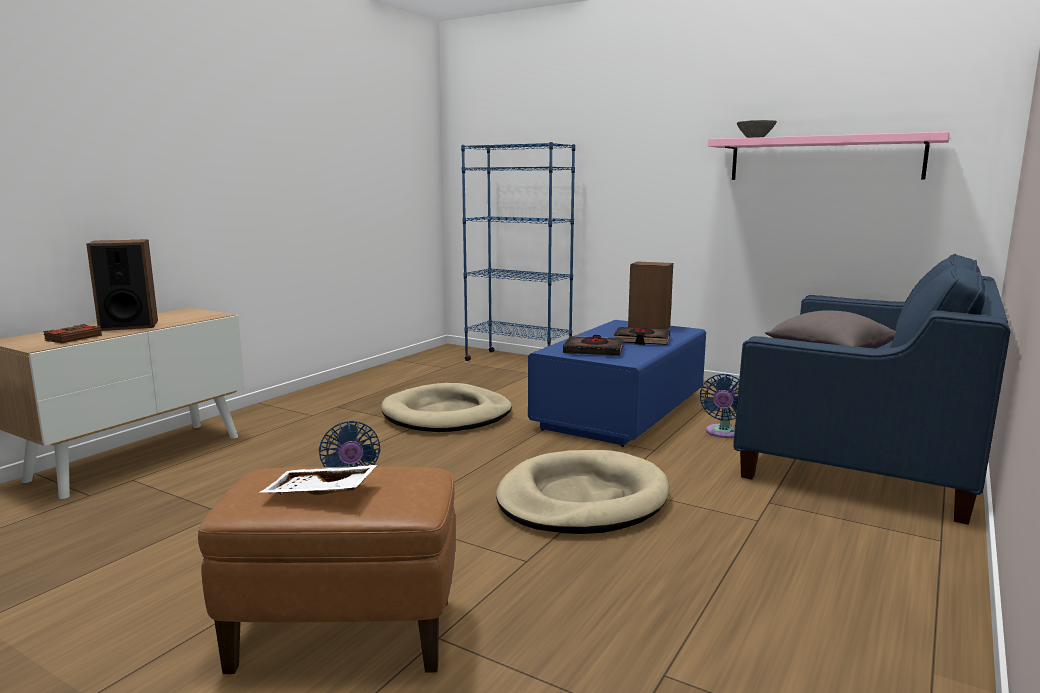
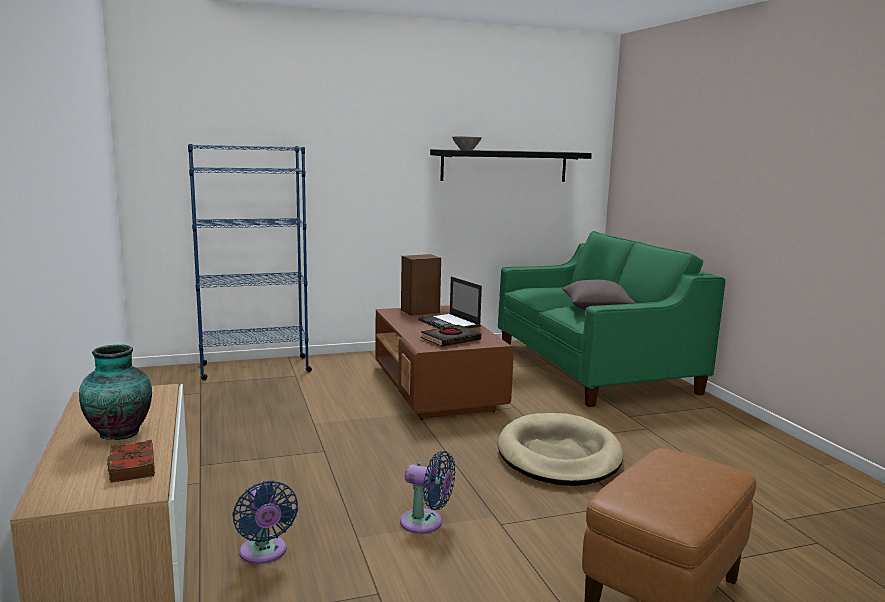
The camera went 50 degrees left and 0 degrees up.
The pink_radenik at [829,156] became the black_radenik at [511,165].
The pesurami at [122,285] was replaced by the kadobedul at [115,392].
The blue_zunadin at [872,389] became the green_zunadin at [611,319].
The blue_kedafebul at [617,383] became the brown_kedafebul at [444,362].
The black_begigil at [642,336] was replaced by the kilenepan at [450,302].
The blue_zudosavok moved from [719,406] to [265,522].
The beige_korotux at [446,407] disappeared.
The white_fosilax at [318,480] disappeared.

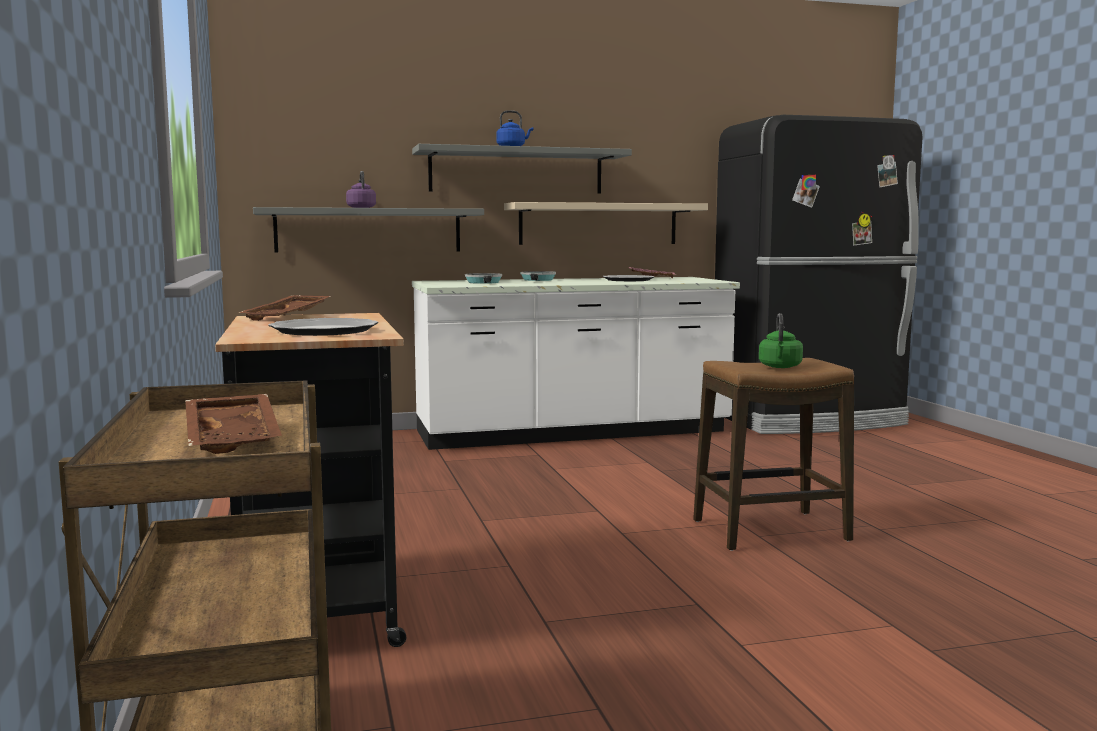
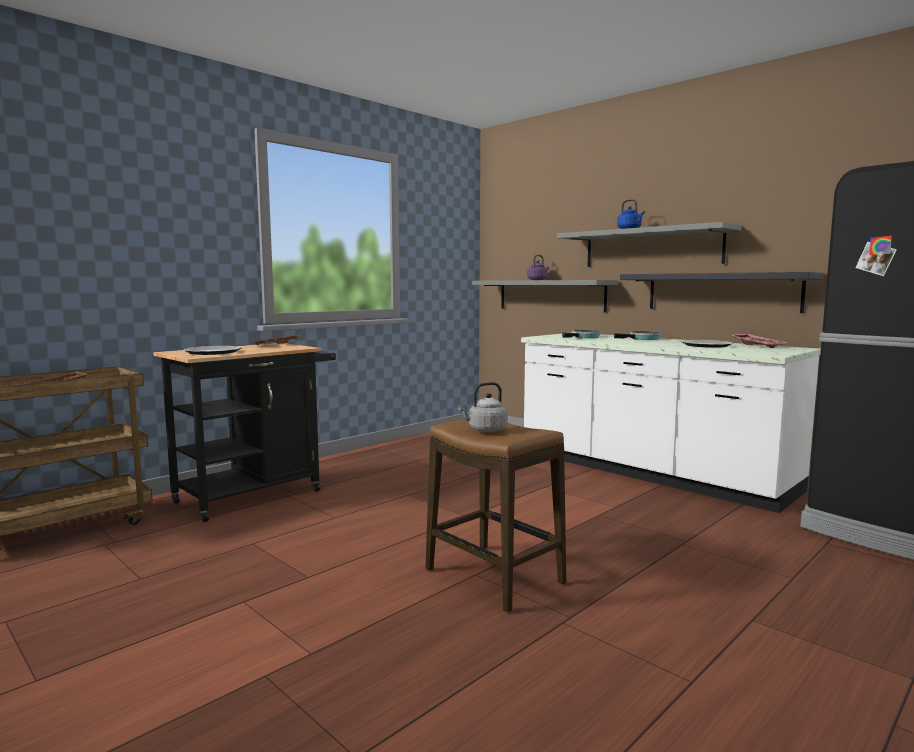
The camera went 60 degrees right and 0 degrees up.
The beige_radenik at [606,223] became the black_radenik at [722,292].
The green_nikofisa at [781,340] became the grey_nikofisa at [483,407].

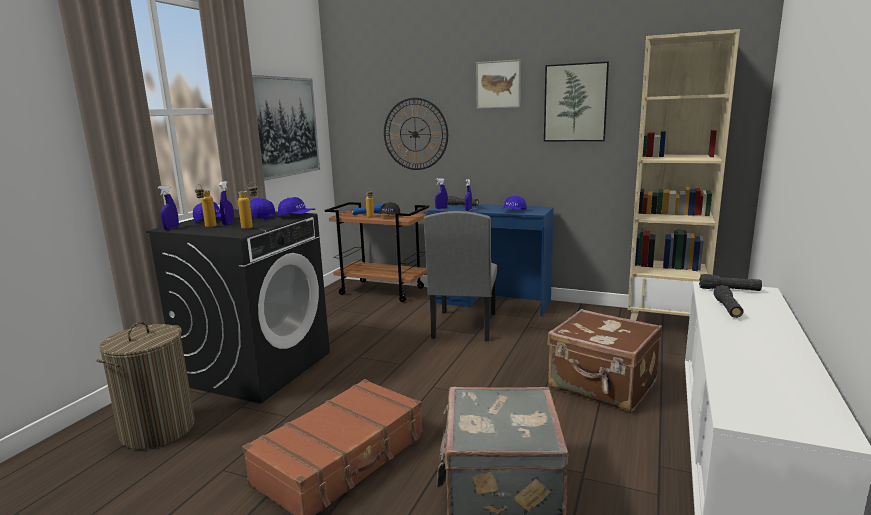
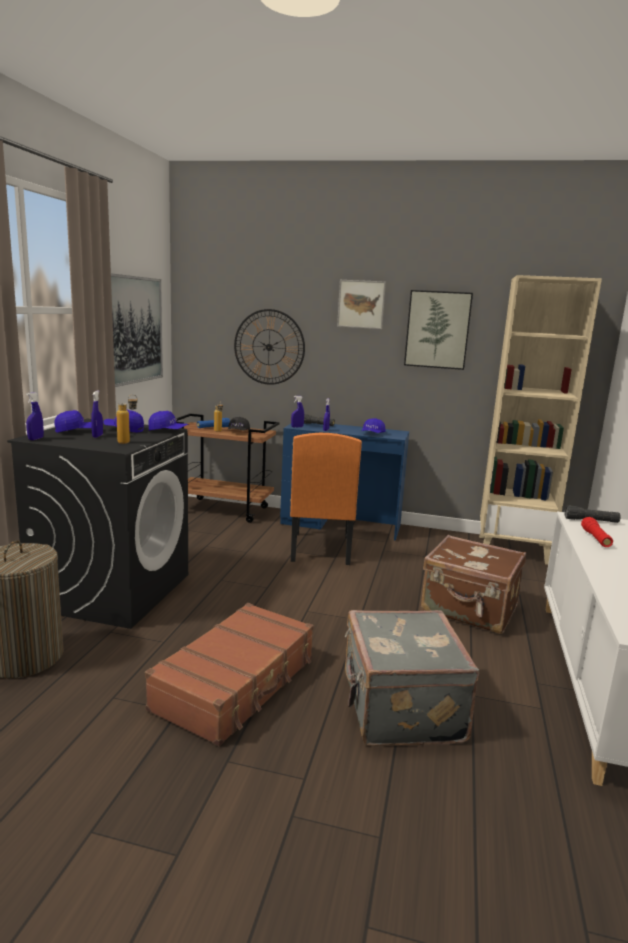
The camera went 10 degrees left and 0 degrees up.
The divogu at [206,205] disappeared.
The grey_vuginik at [460,276] became the orange_vuginik at [326,499].
The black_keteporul at [728,301] became the red_keteporul at [597,532].

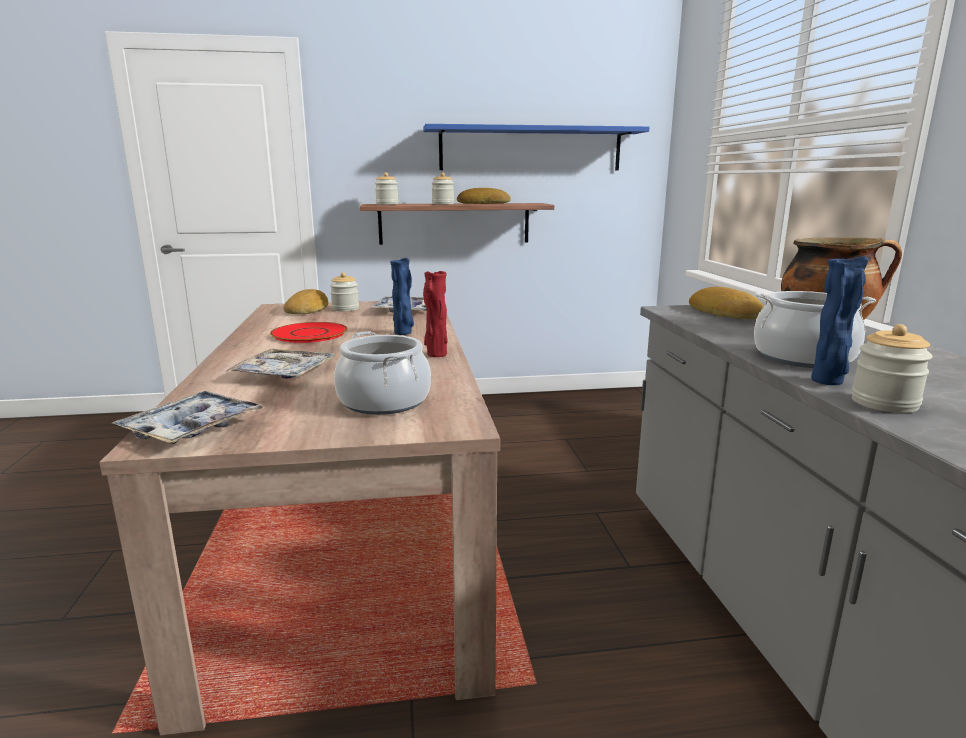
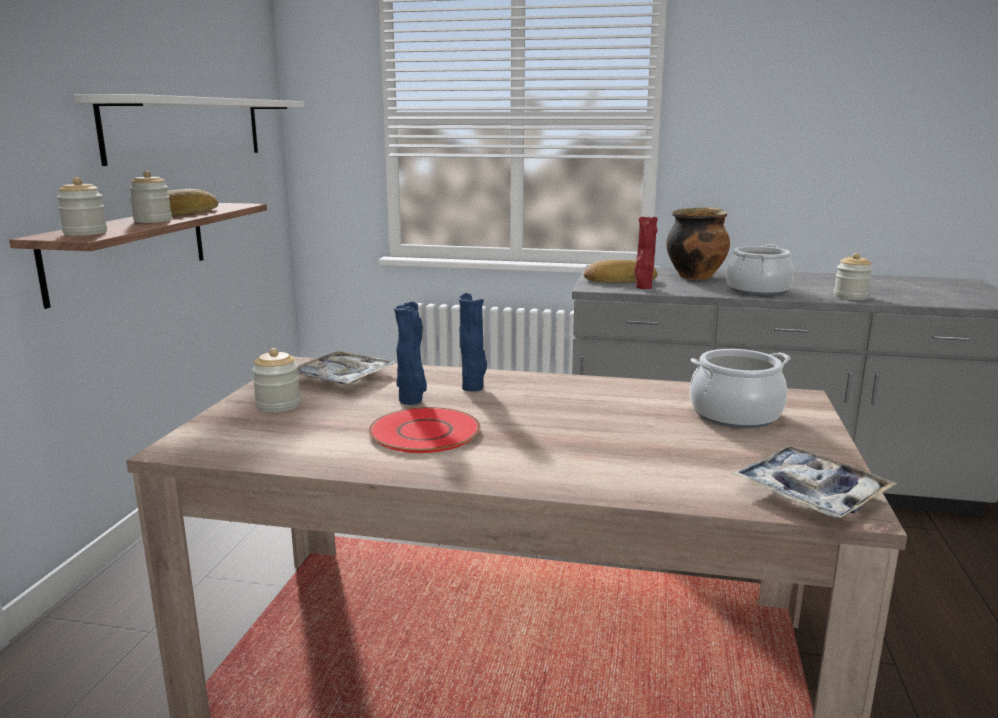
The camera went 70 degrees left and 0 degrees up.
The blue_radenik at [536,147] became the white_radenik at [189,130].
The blue_kadobedul moved from [839,320] to [410,353].
The red_kadobedul moved from [435,314] to [646,253].
The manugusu at [305,301] disappeared.
The fosilax at [280,364] disappeared.

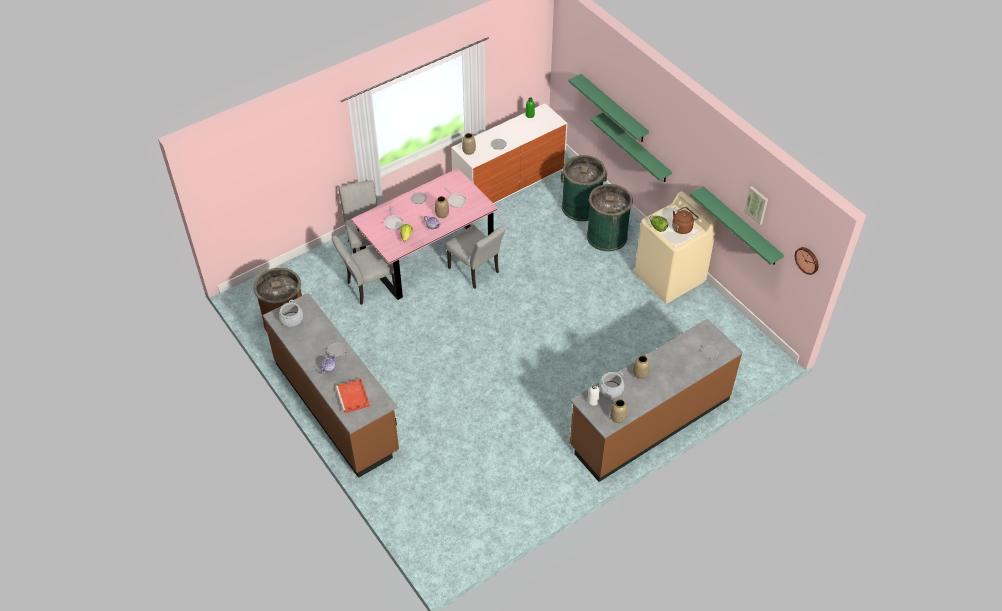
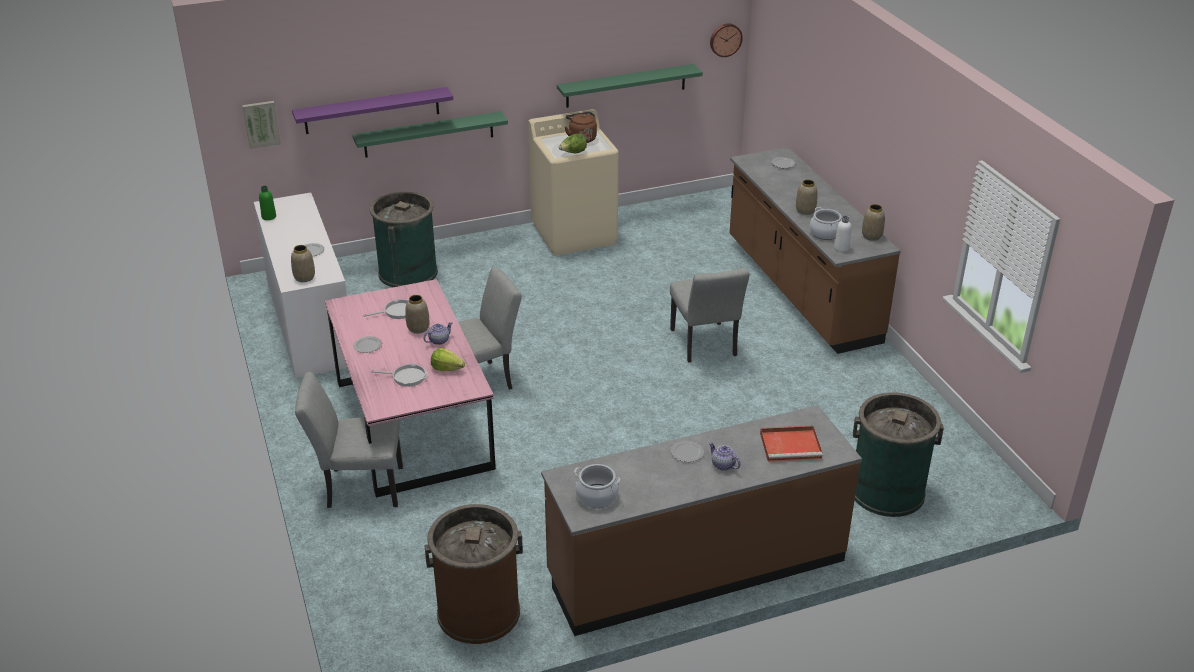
The camera went 75 degrees left and 15 degrees down.
The green_radenik at [609,108] became the purple_radenik at [372,110].
The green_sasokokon moved from [610,218] to [898,454].
The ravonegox moved from [756,205] to [261,125].
The grey_vuginik moved from [364,270] to [710,315].

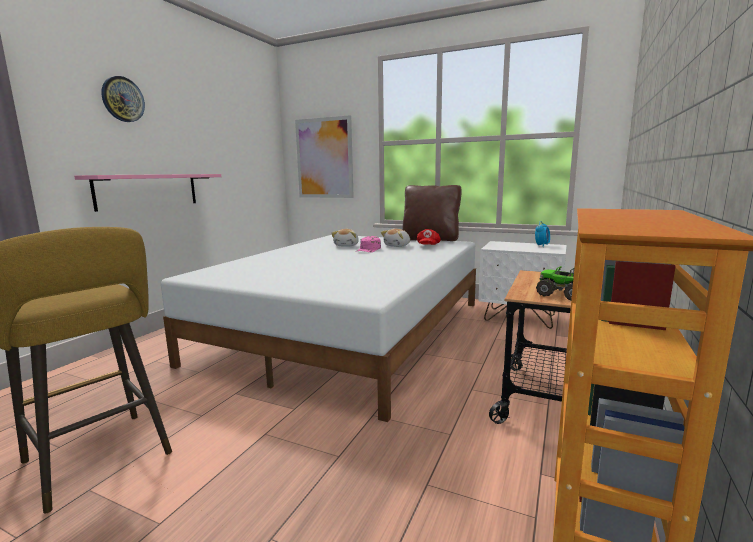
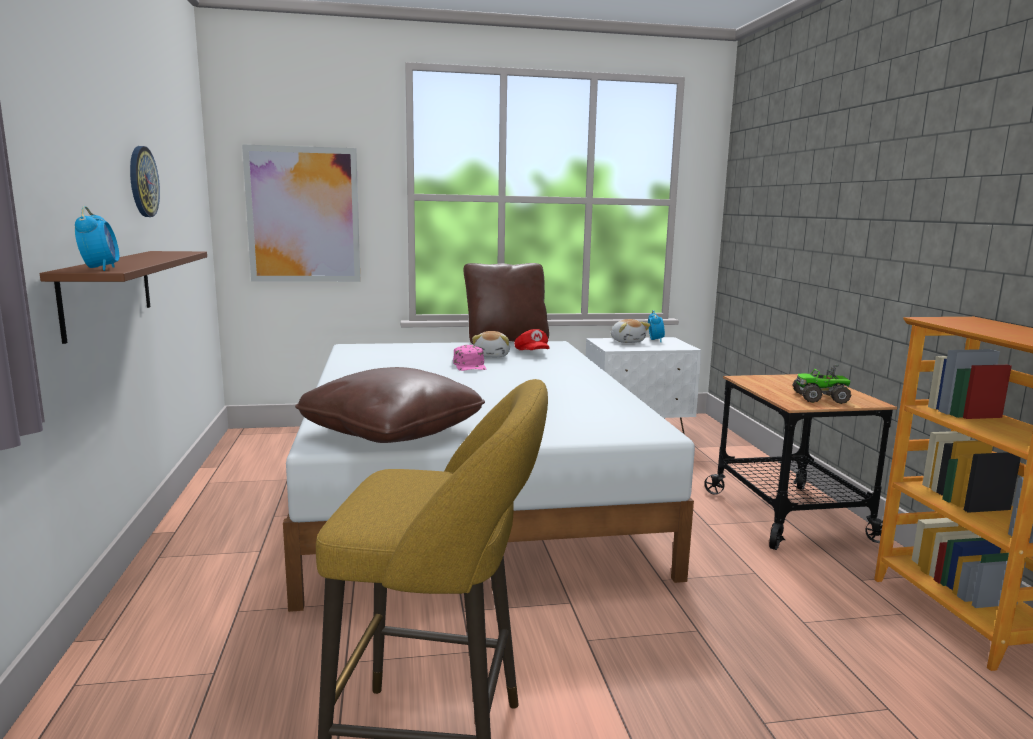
The camera went 35 degrees left and 0 degrees up.
The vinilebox moved from [123,99] to [145,181].
The pink_radenik at [148,193] became the brown_radenik at [123,297].
The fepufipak moved from [345,238] to [630,331].
The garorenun at [97,238] appeared.
The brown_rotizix at [390,405] appeared.

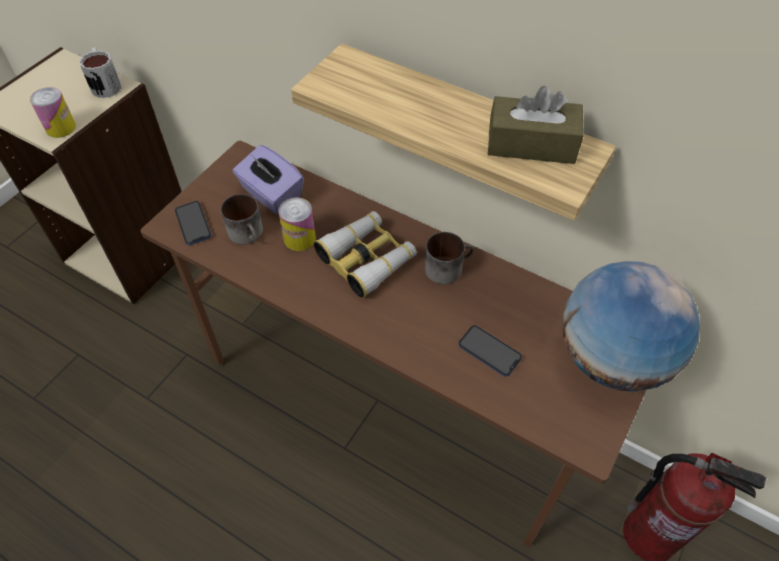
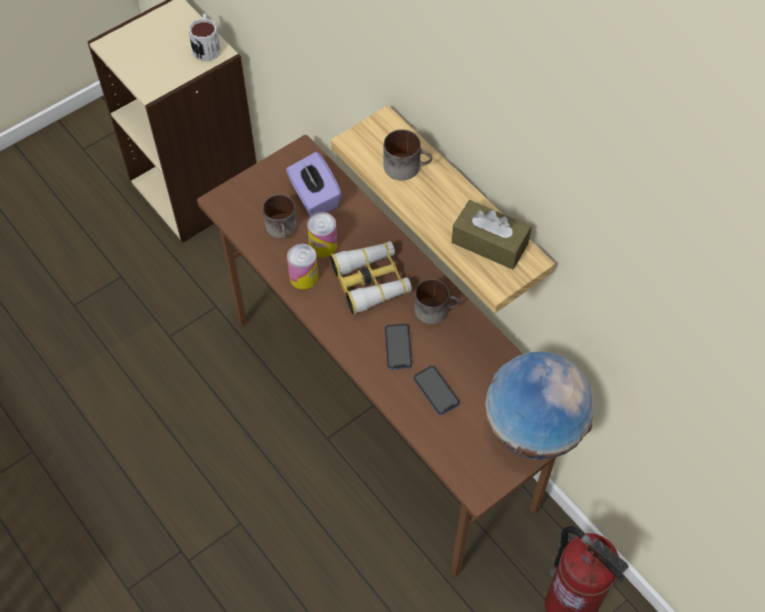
The camera went 20 degrees right and 5 degrees up.
The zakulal moved from [53,112] to [302,267].
The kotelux moved from [193,223] to [398,347].
The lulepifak at [408,154] appeared.

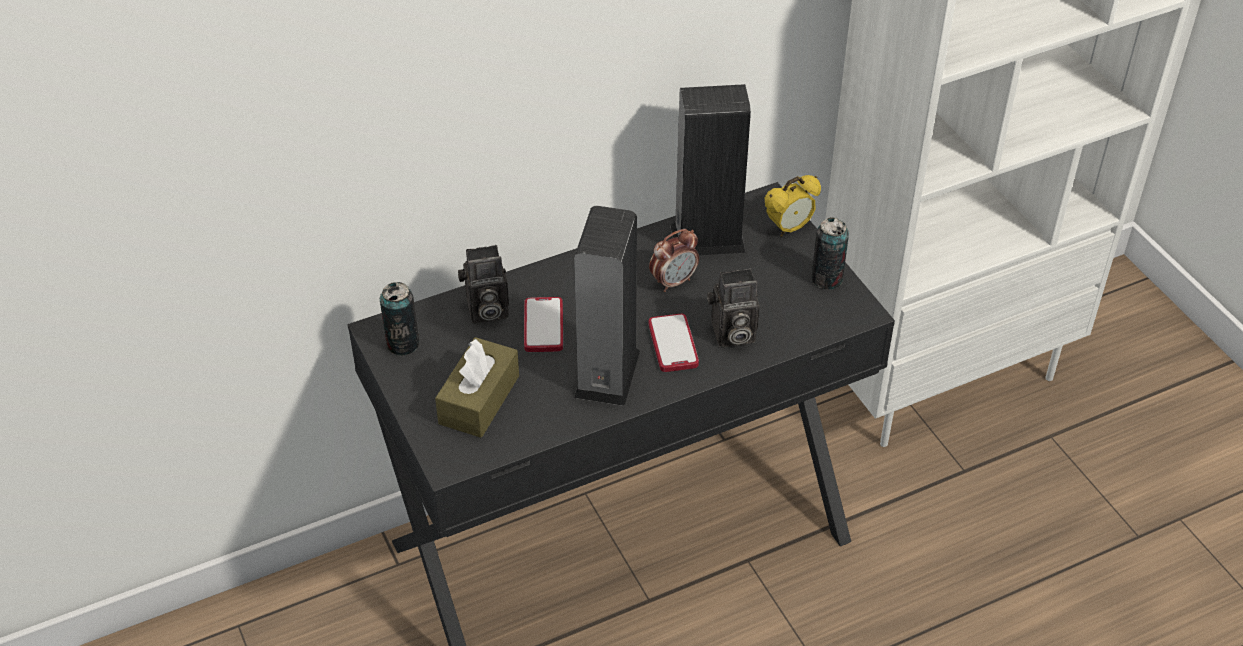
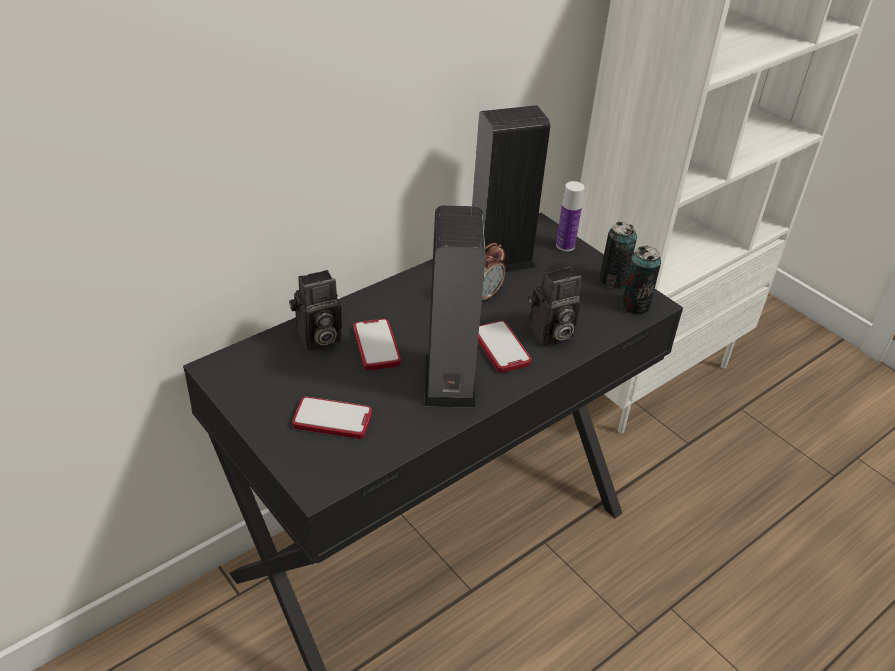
The camera went 15 degrees left and 5 degrees down.
The garorenun at [793,206] was replaced by the divogu at [570,216].
The zakulal moved from [399,318] to [641,280].
The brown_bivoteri at [477,387] was replaced by the kotelux at [332,418].

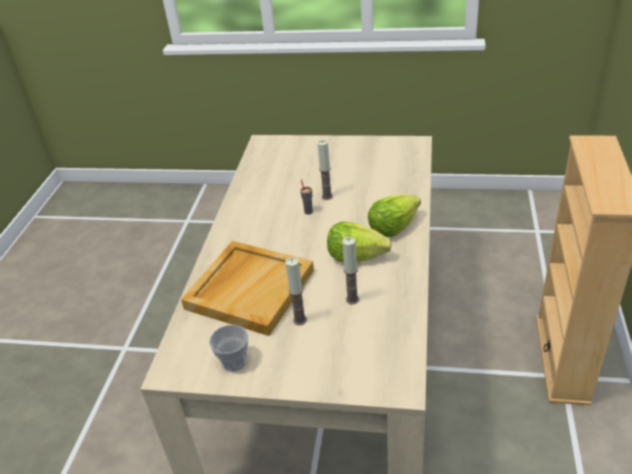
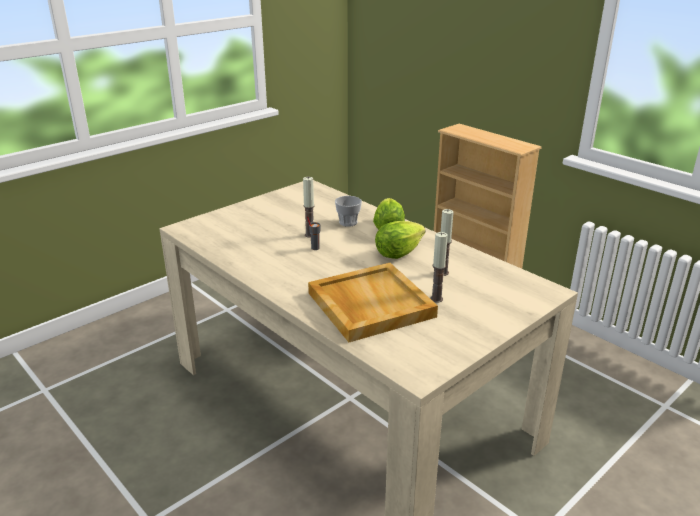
The camera went 55 degrees left and 10 degrees down.
The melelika moved from [228,348] to [348,211].

